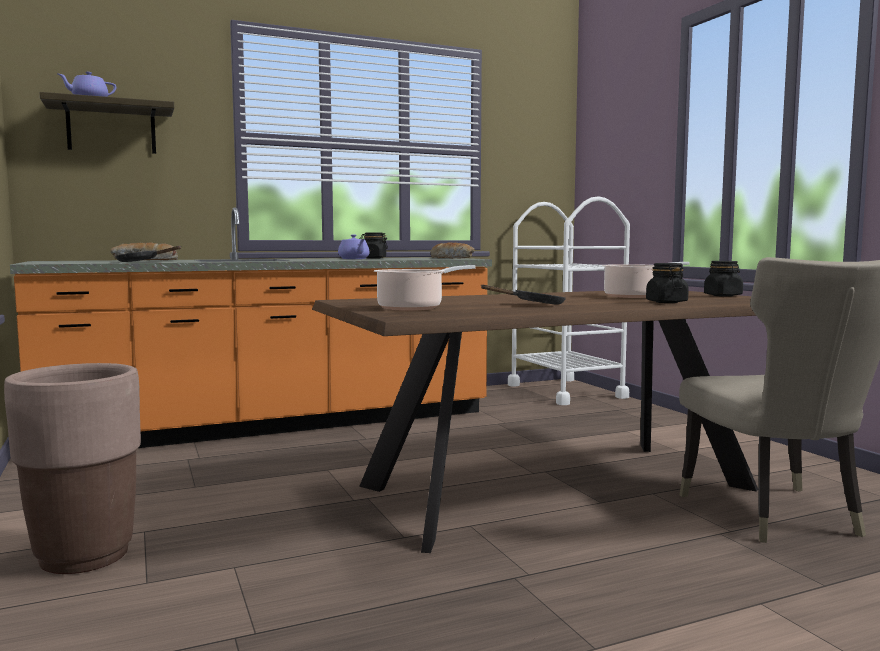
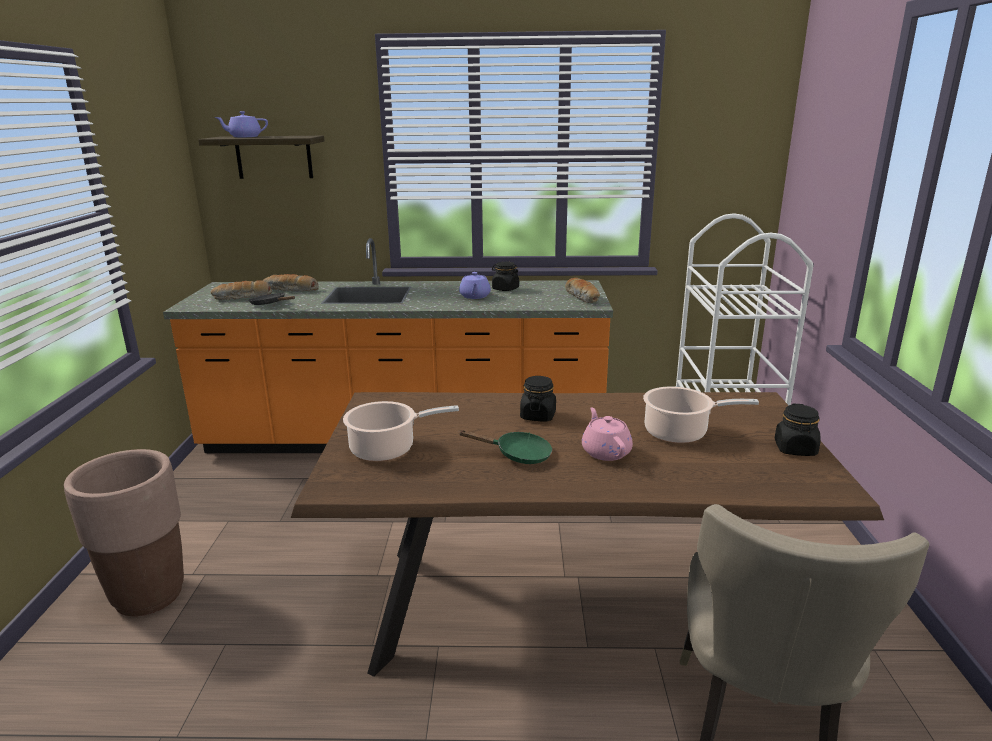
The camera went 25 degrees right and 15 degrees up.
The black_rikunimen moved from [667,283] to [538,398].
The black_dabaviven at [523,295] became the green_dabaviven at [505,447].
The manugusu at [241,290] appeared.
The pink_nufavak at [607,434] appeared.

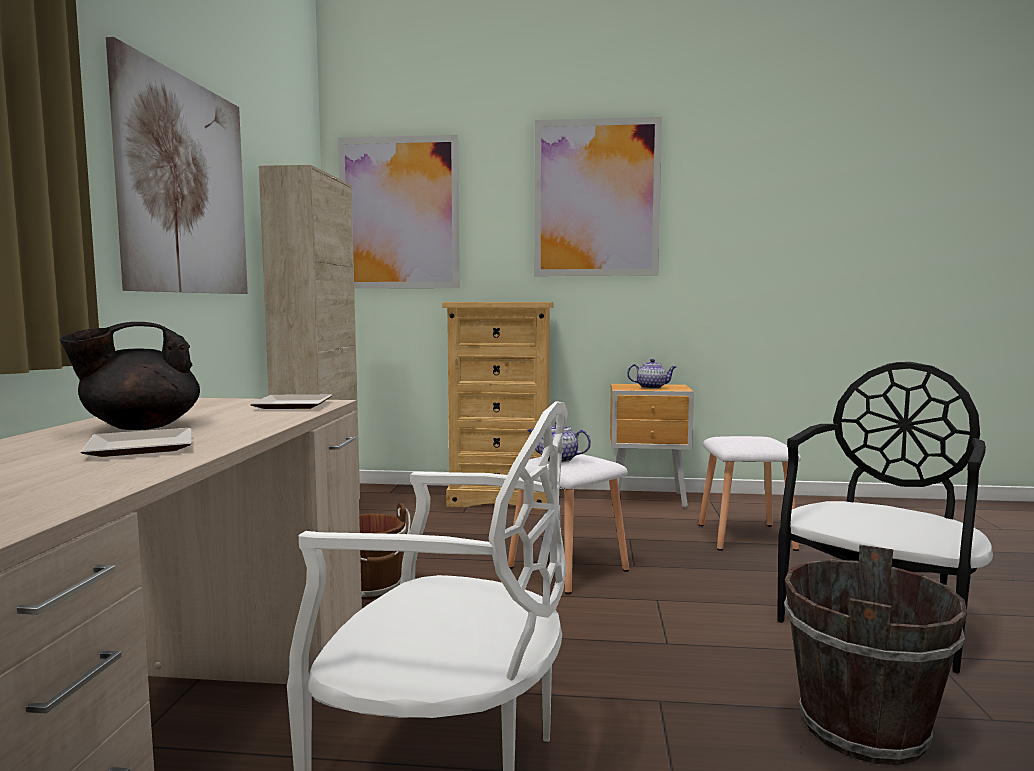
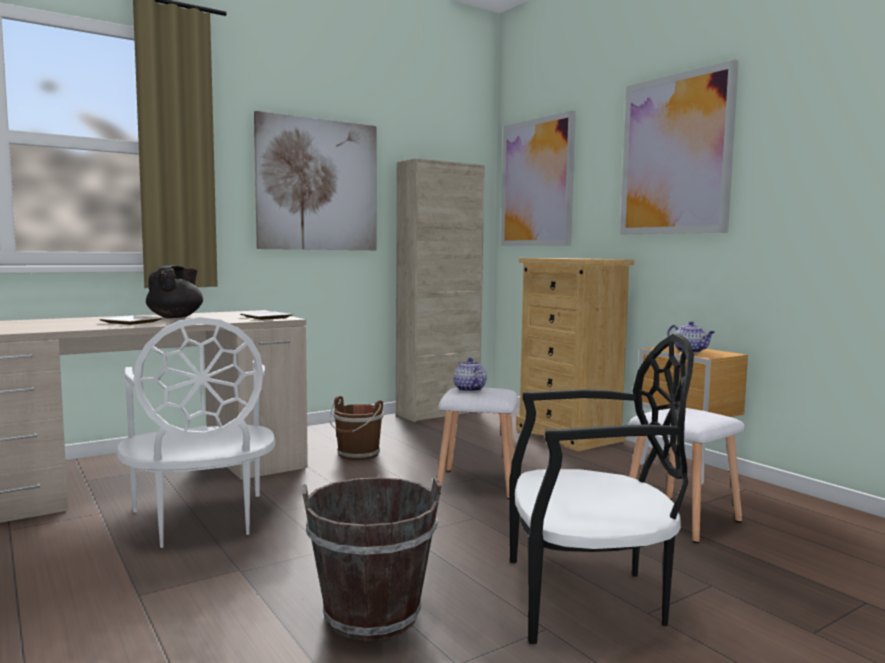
The camera went 50 degrees right and 0 degrees up.
The black_nufavak at [130,376] turned 90 degrees clockwise.

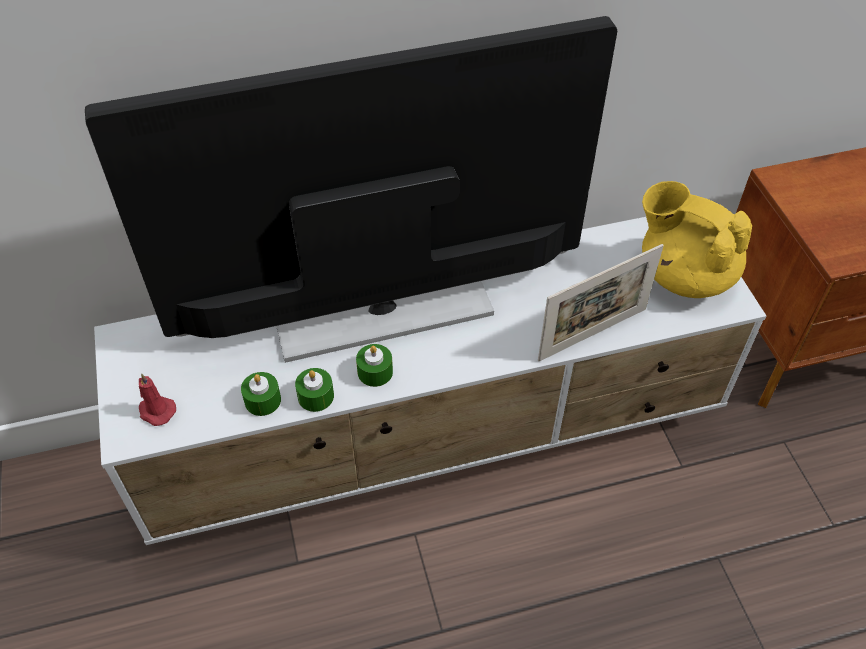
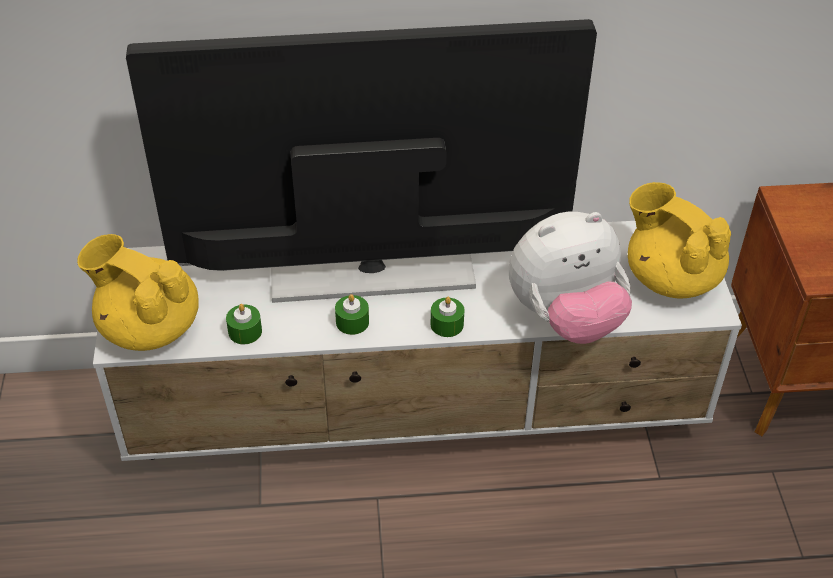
The camera went 10 degrees right and 5 degrees down.
The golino at [601,302] was replaced by the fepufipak at [570,278].
The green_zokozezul moved from [314,390] to [447,317].
The red_zokozezul at [157,399] was replaced by the yellow_nufavak at [138,292].

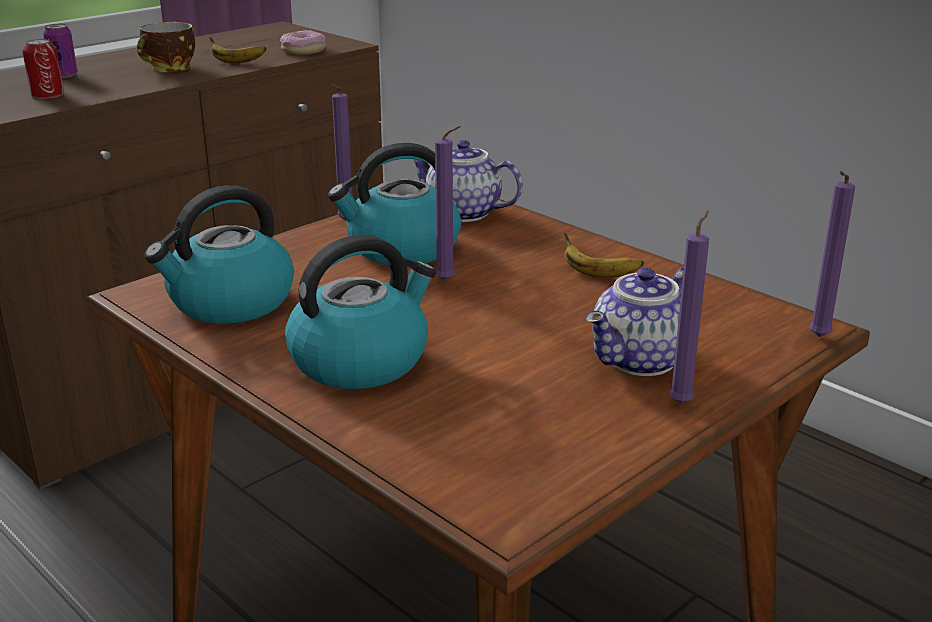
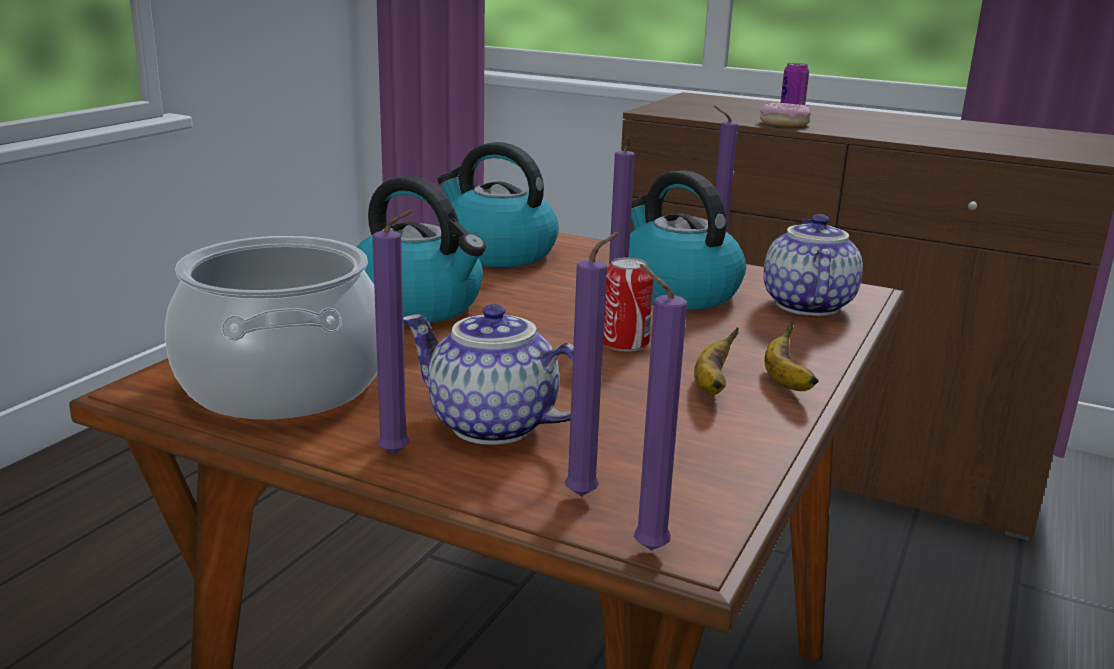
The camera went 70 degrees right and 5 degrees down.
The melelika at [166,47] disappeared.
The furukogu moved from [303,42] to [785,115].
The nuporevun moved from [238,50] to [791,356].
The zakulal moved from [43,69] to [628,304].
The purple_zokozezul at [592,363] appeared.
The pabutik at [271,327] appeared.

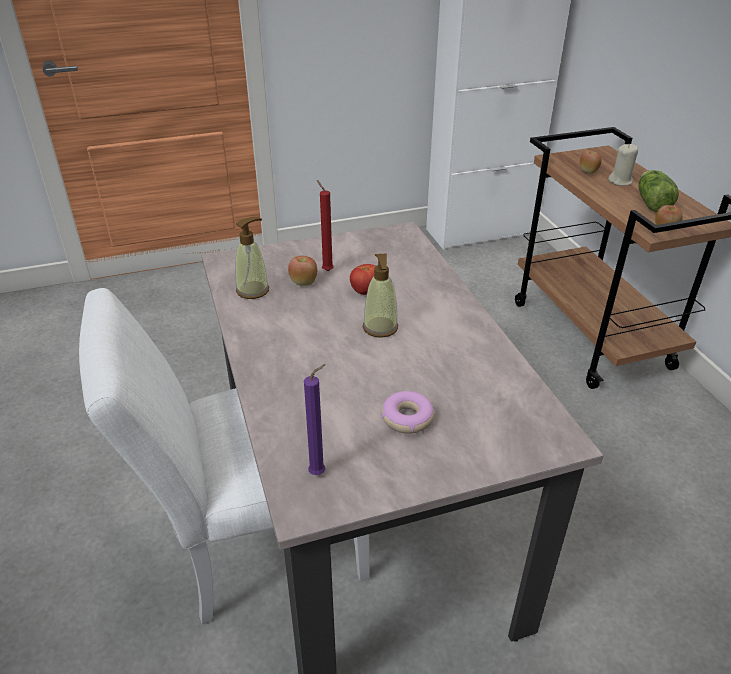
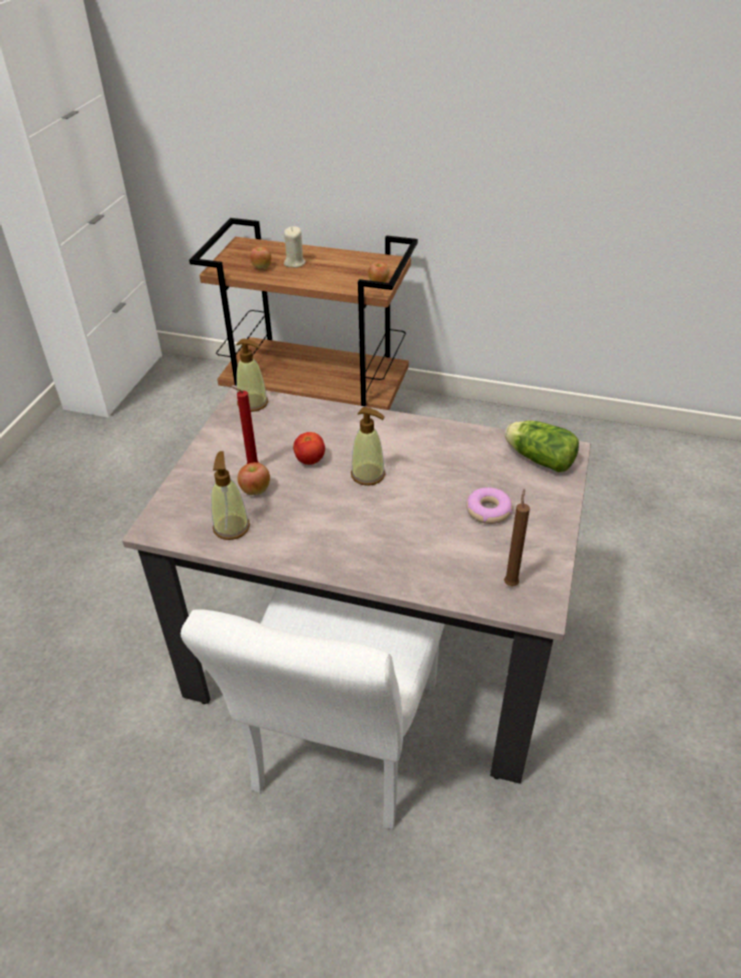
The camera went 55 degrees left and 5 degrees up.
The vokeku moved from [659,191] to [542,446].
The purple_zokozezul at [315,419] became the brown_zokozezul at [517,537].
The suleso at [252,375] appeared.

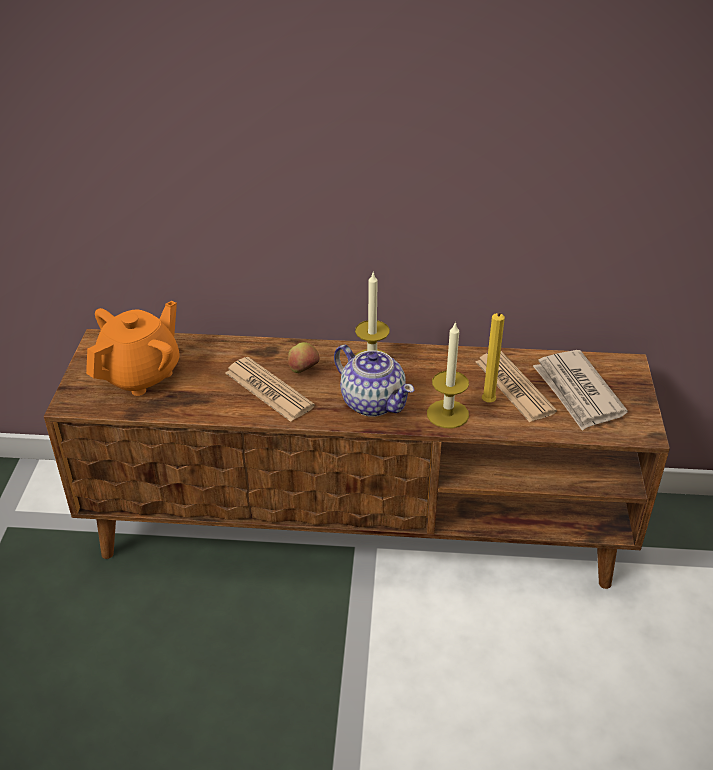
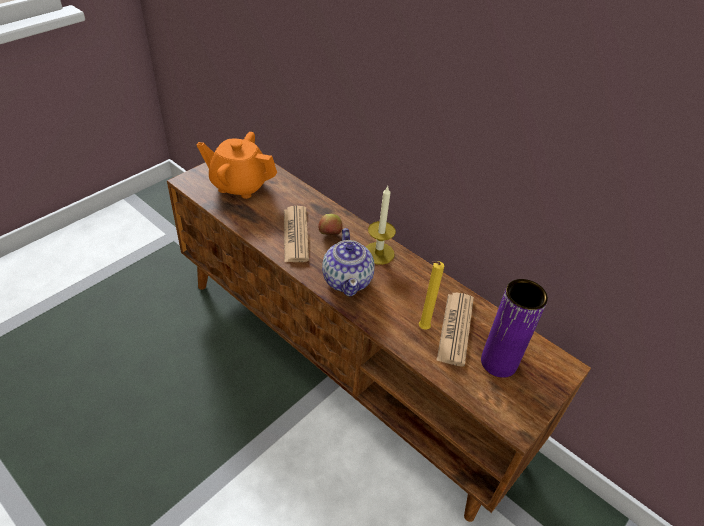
The camera went 35 degrees right and 5 degrees up.
The orange_nufavak at [133,348] turned 150 degrees counterclockwise.
The zokozezul at [448,374] disappeared.
The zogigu at [580,390] was replaced by the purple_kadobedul at [514,328].

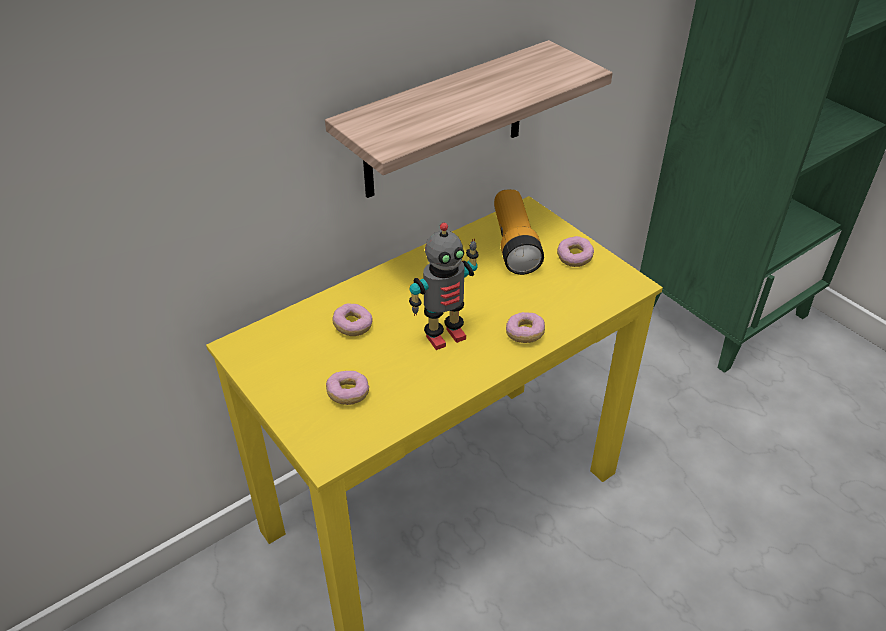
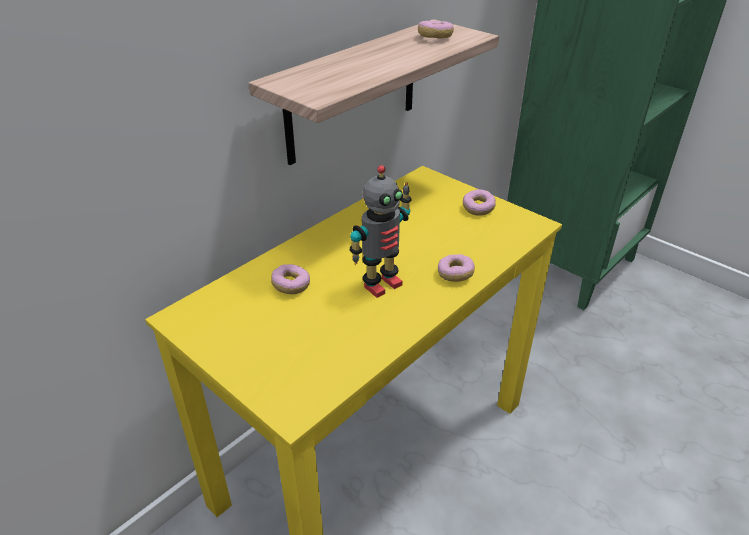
The camera went 10 degrees left and 5 degrees down.
The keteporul at [519,232] disappeared.
The furukogu moved from [347,388] to [436,30].

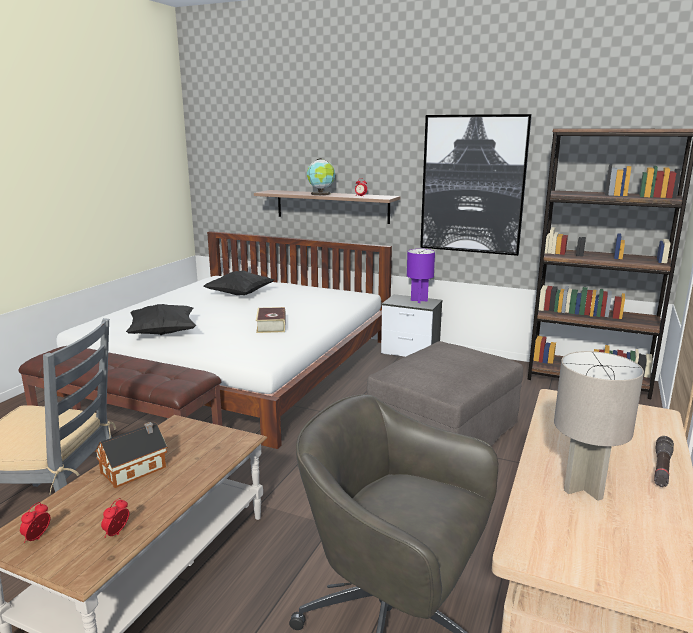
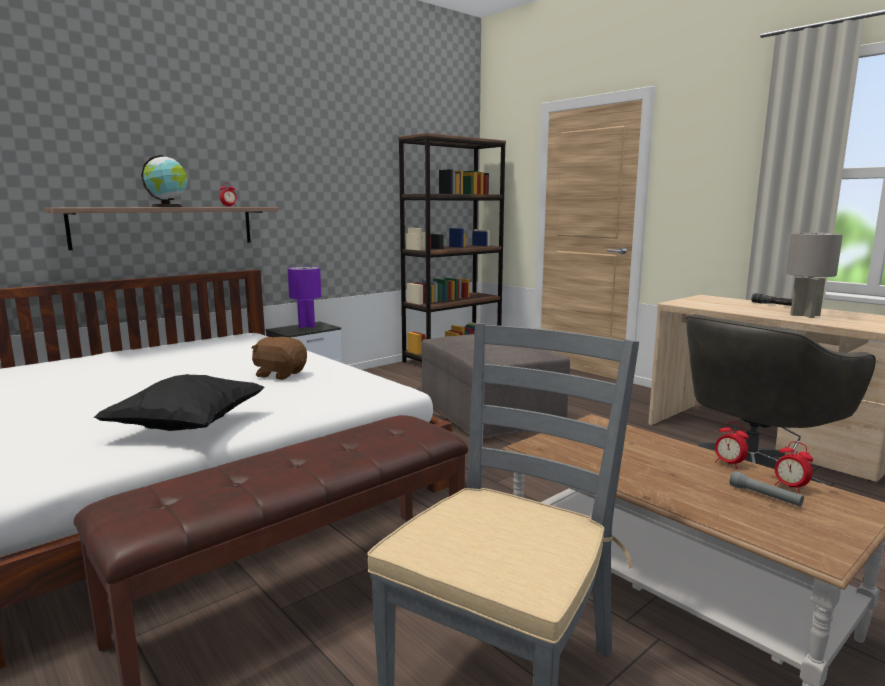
The camera went 65 degrees left and 5 degrees down.
The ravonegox at [476,185] disappeared.
The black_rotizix at [238,282] disappeared.
The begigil at [271,320] was replaced by the brown_fepufipak at [279,358].
The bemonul at [131,455] disappeared.
The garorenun moved from [35,522] to [732,445].
The grey_keteporul at [767,489] appeared.

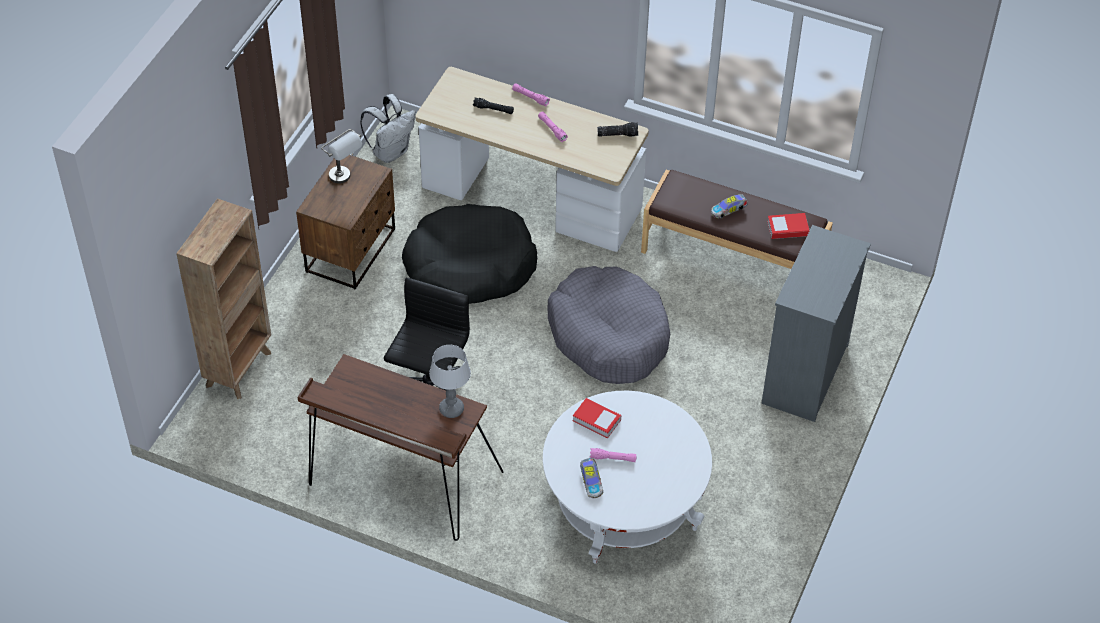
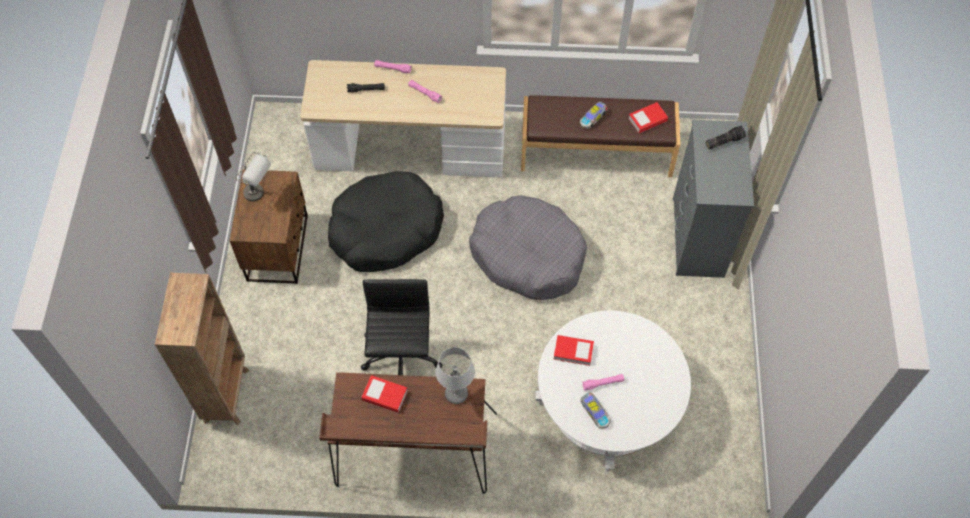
The camera went 20 degrees left and 10 degrees up.
The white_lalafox at [388,128] disappeared.
The keteporul moved from [617,129] to [726,137].
The begigil at [384,394] appeared.

